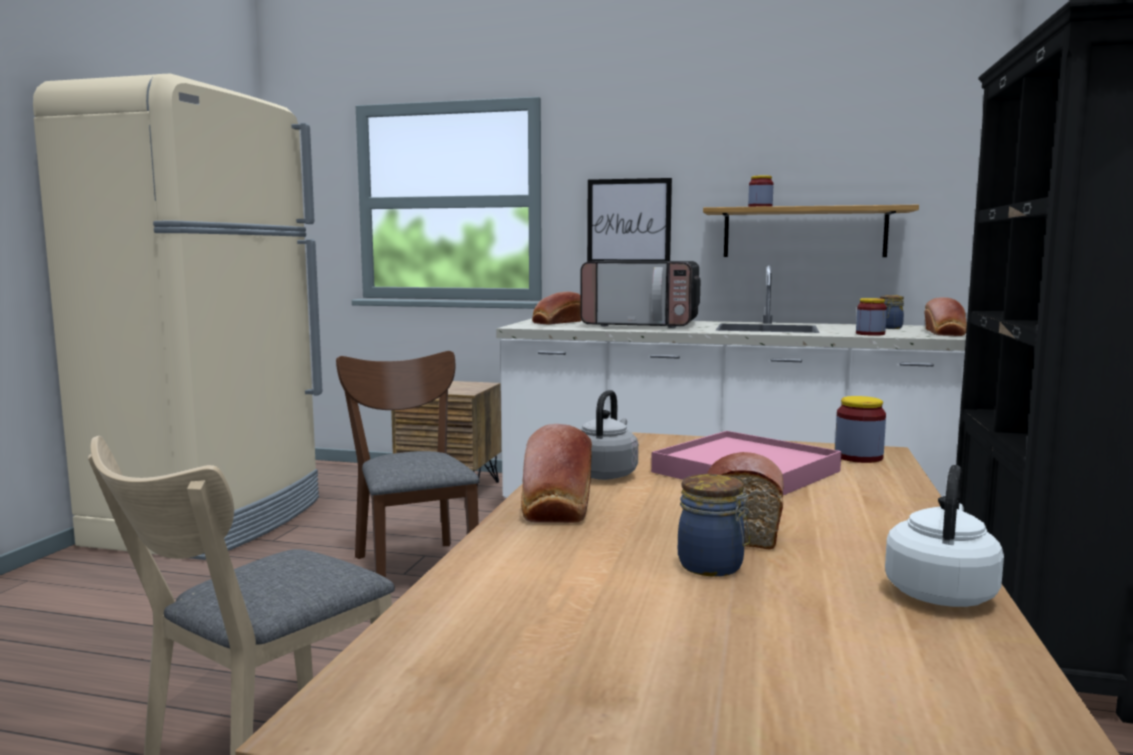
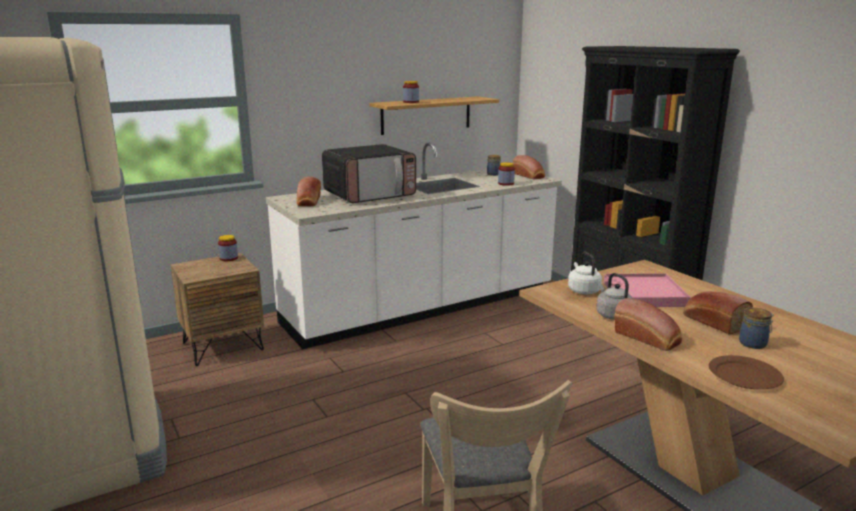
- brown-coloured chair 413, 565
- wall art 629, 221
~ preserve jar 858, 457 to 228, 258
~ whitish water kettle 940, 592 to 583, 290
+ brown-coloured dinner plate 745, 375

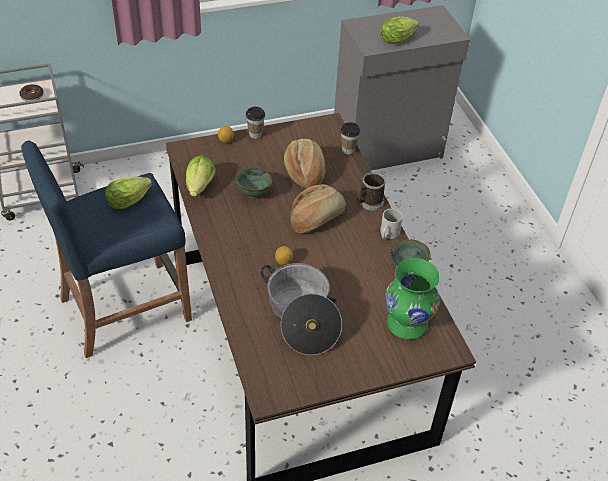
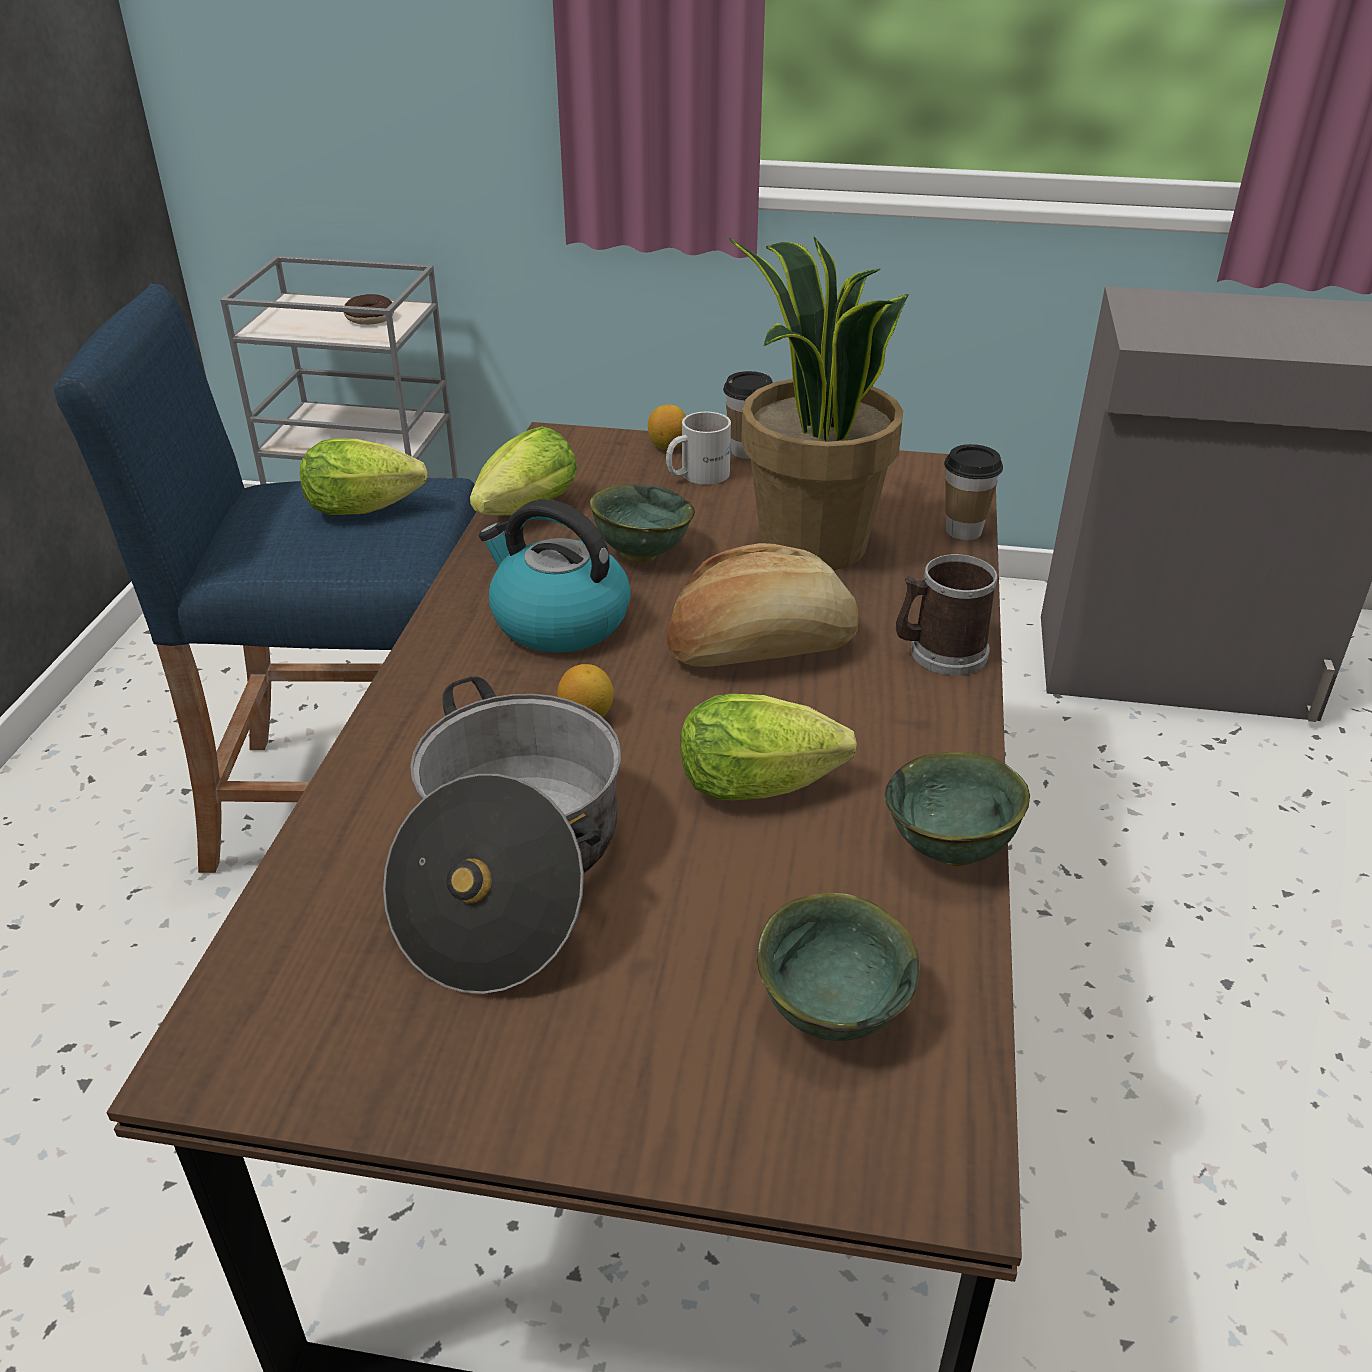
~ bakery bread 305, 172 to plant in a pot 811, 545
~ whitish tea mug 387, 233 to 696, 474
~ lettuce 398, 39 to 767, 785
~ greenish flower vase 406, 323 to greenish deep dish 833, 1011
+ water kettle 558, 621

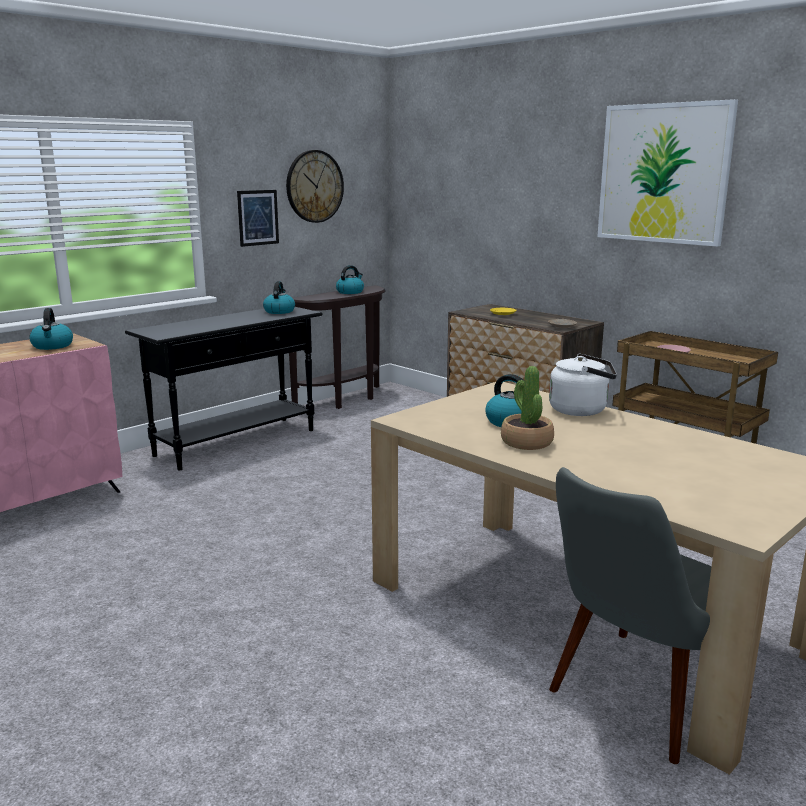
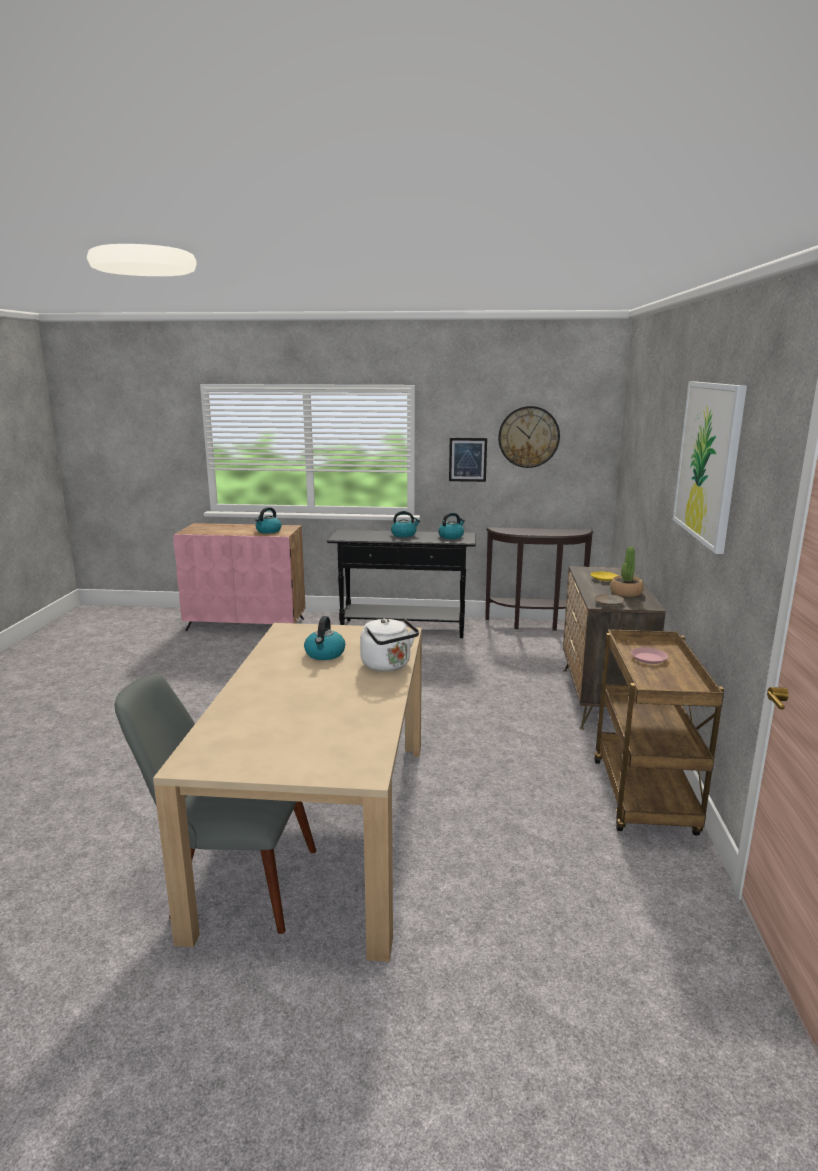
~ water kettle 350, 292 to 404, 534
~ plant in a pot 526, 442 to 626, 592

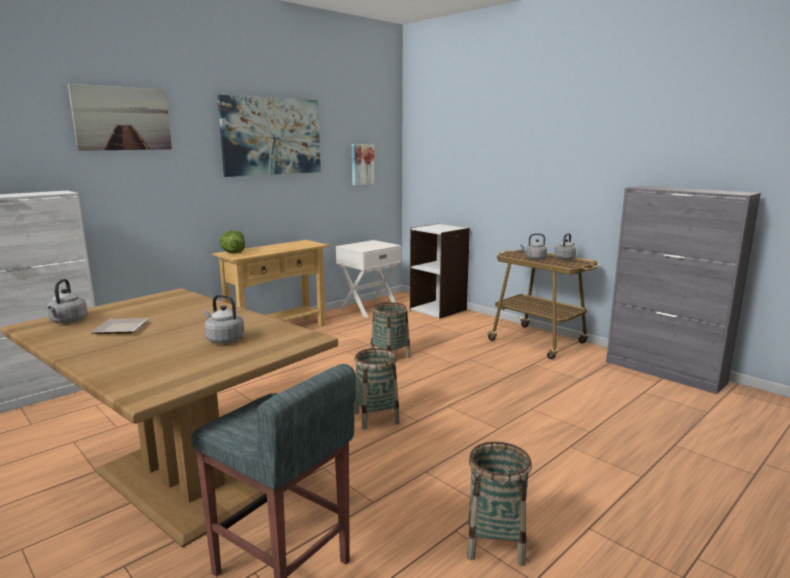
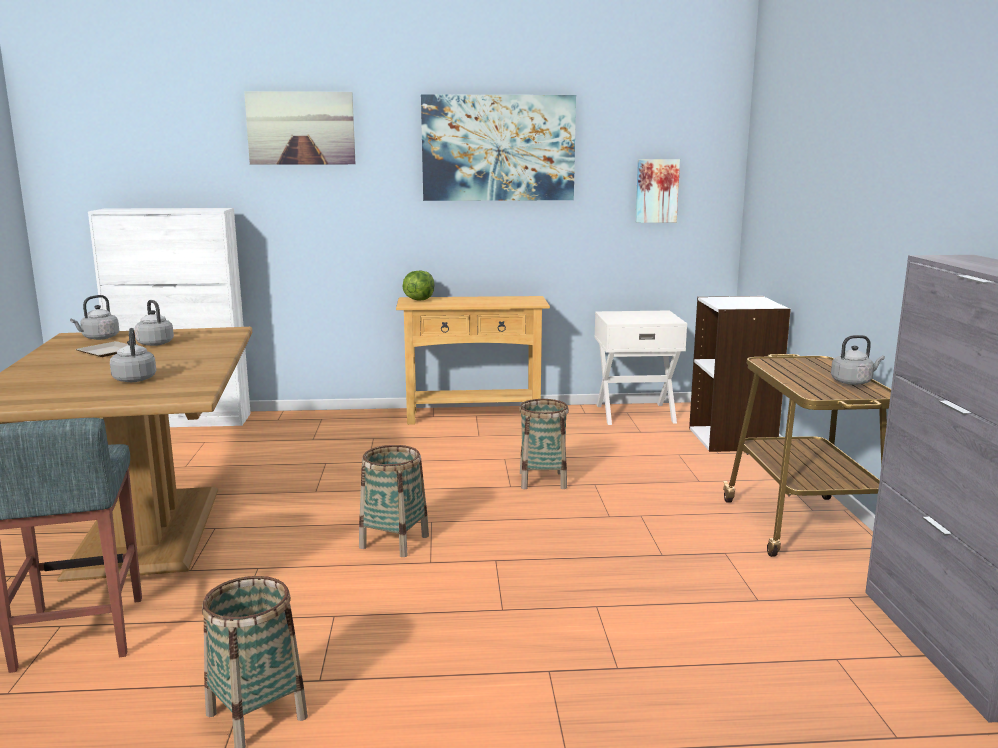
~ gray water kettle 534, 258 to 154, 343

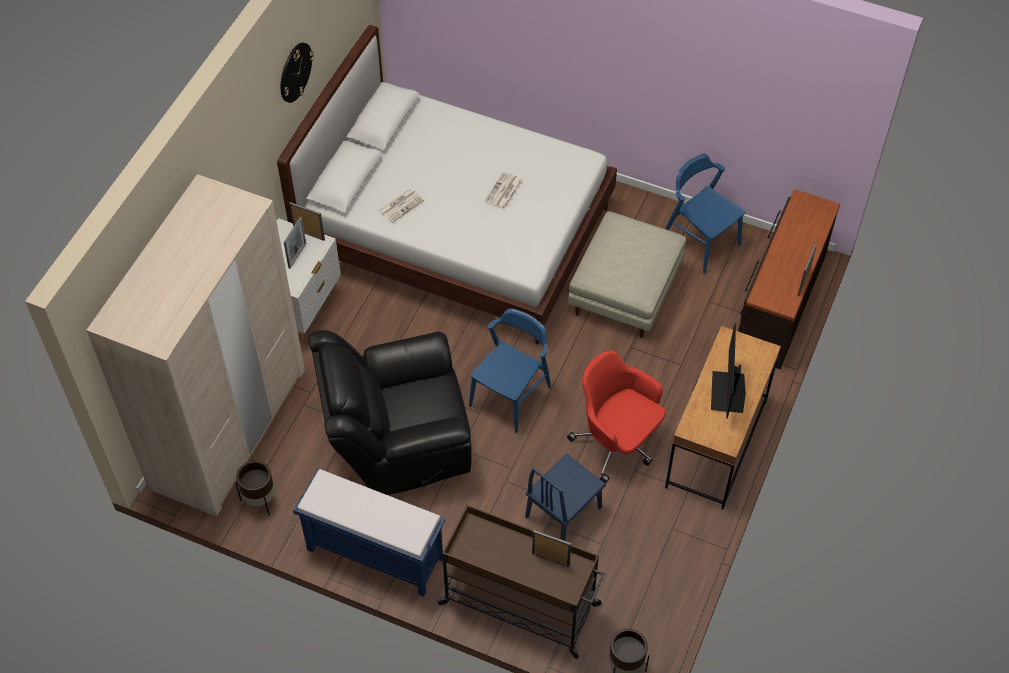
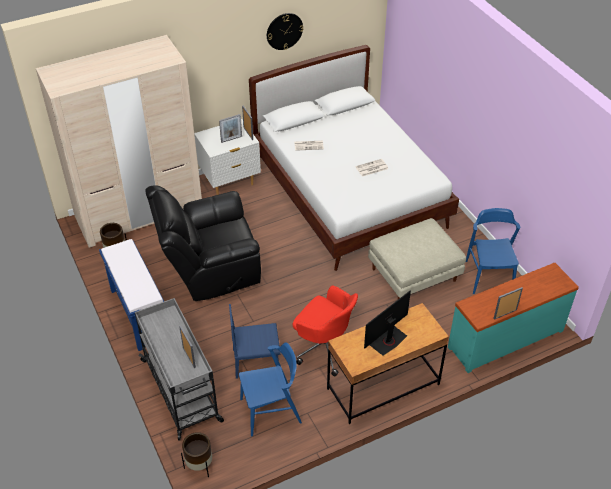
~ black-coloured lounge chair 398, 442 = 209, 270 45 degrees counterclockwise
~ brown-coloured cart 521, 605 to gray cart 181, 391
~ bluish chair 510, 396 to 271, 411
~ red-coloured desk chair 617, 443 = 325, 347 135 degrees clockwise
~ brown-coloured dresser 779, 304 to turquoise dresser 504, 338

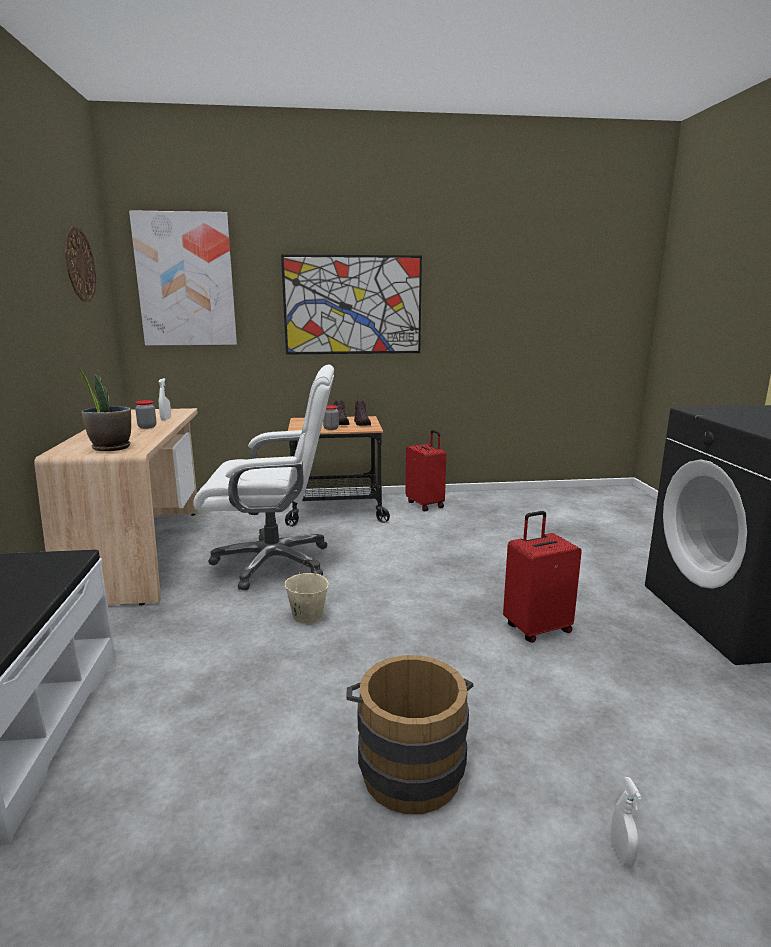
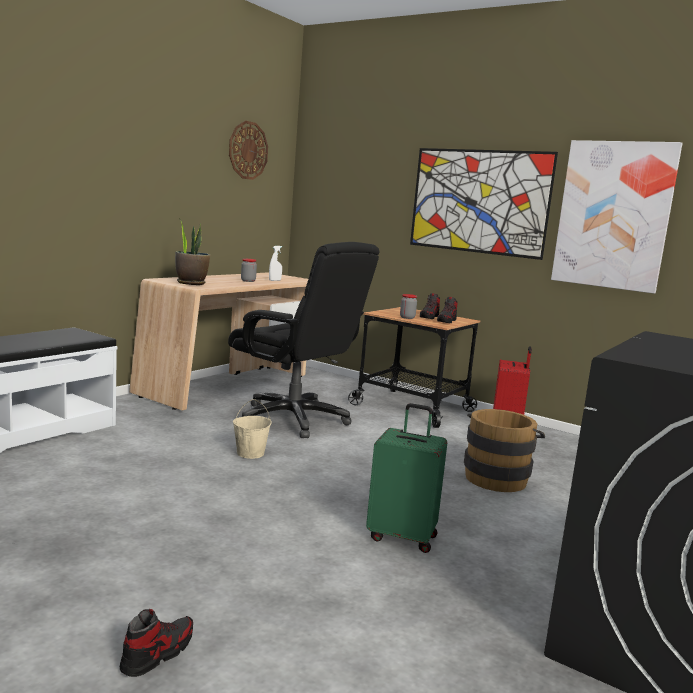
~ wall art 185, 280 to 613, 215
~ whitish desk chair 274, 562 to black-coloured desk chair 294, 419
~ brown-coloured water bucket 409, 765 to 497, 477
~ red-coloured suitcase 536, 628 to greenish suitcase 402, 537
~ whitish spray bottle 621, 855 to item of footwear 157, 653

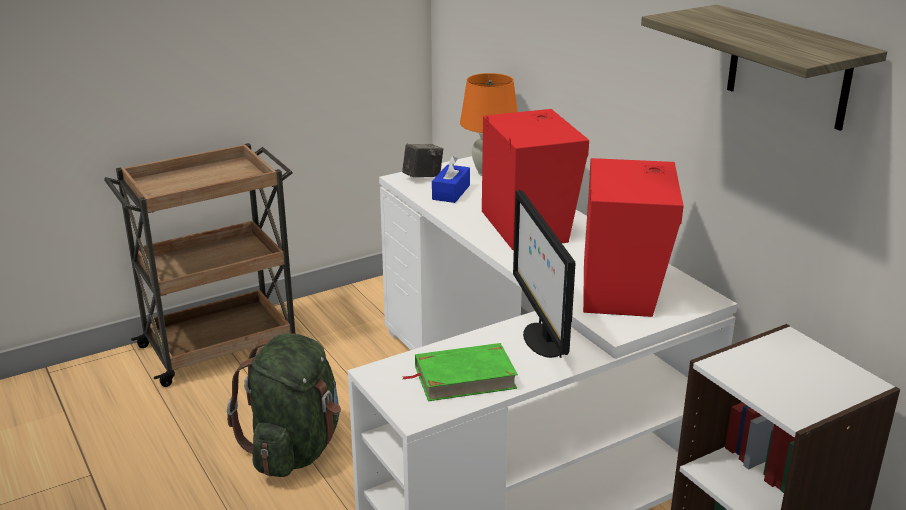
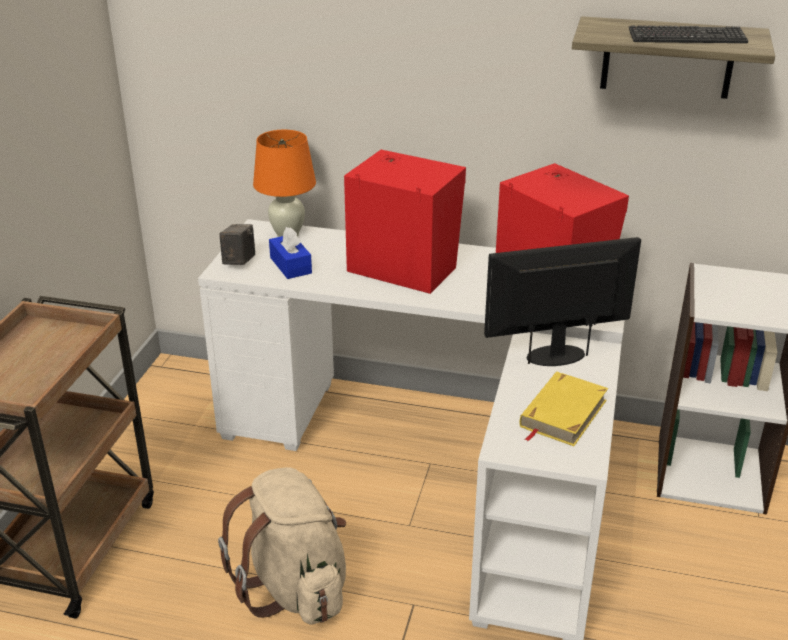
~ greenish rucksack 295, 449 to sand-coloured rucksack 294, 587
~ greenish book 464, 377 to yellowish book 562, 413
~ computer display 542, 339 = 556, 355 135 degrees clockwise
+ keyboard 686, 38

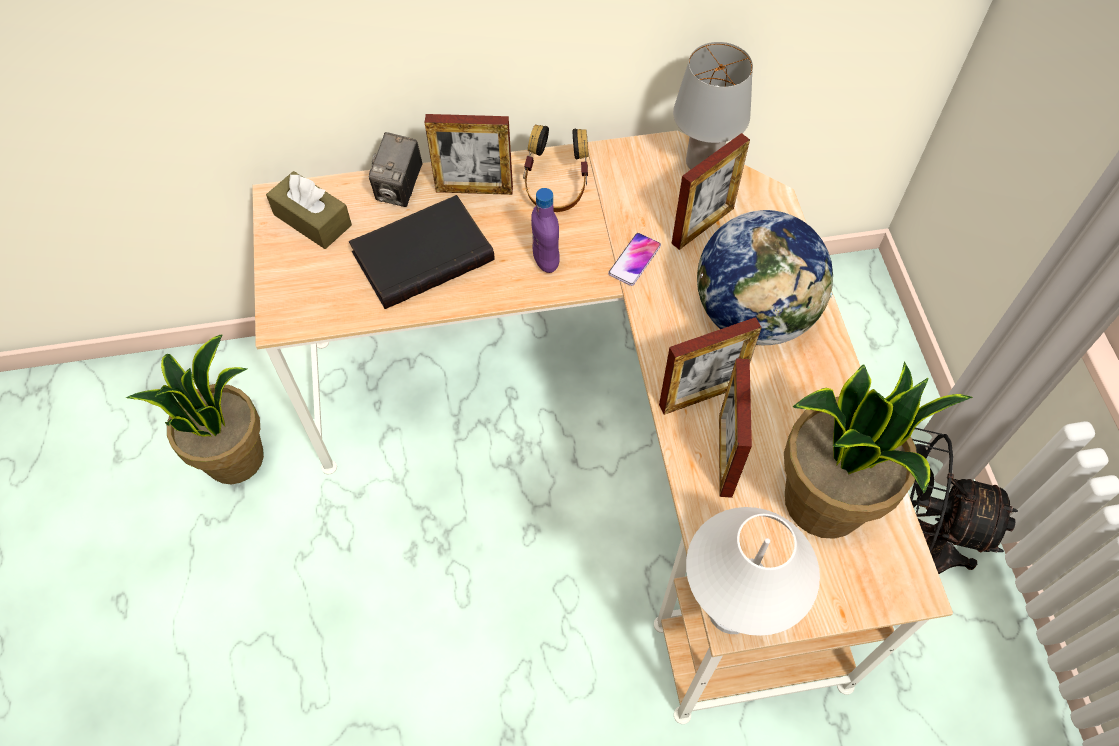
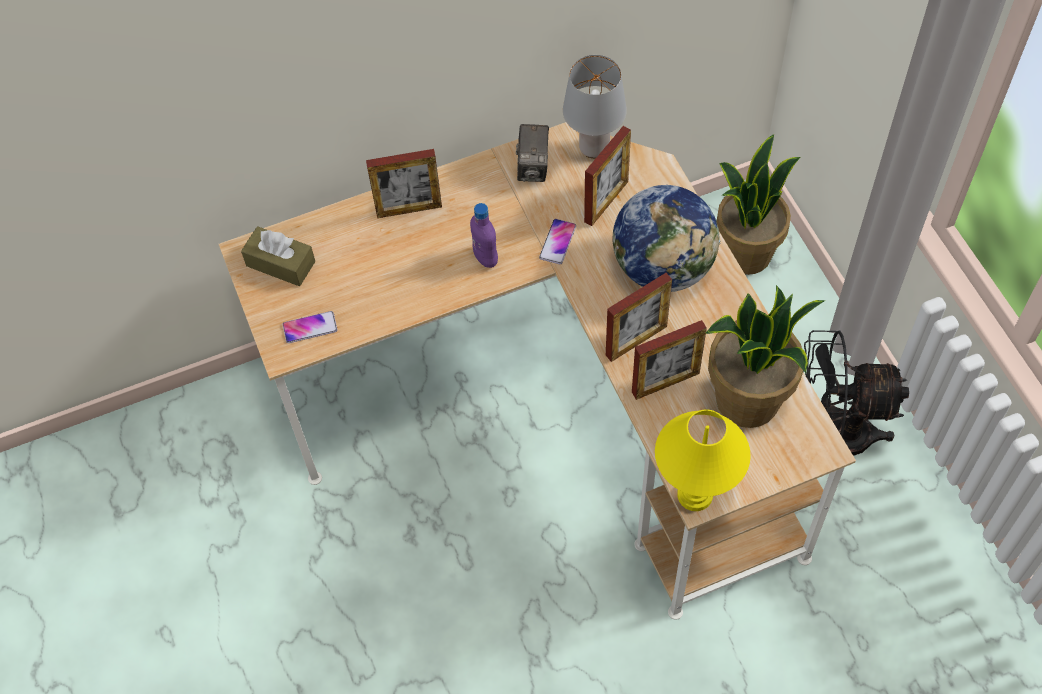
~ plant in a pot 234, 457 to 746, 253
- black-coloured book 422, 254
~ photo camera 400, 189 to 533, 167
- headset 556, 189
~ whitish tabletop lamp 732, 610 to yellowish tabletop lamp 695, 494
~ picture frame 725, 455 = 665, 383 105 degrees counterclockwise
+ handset 310, 327

